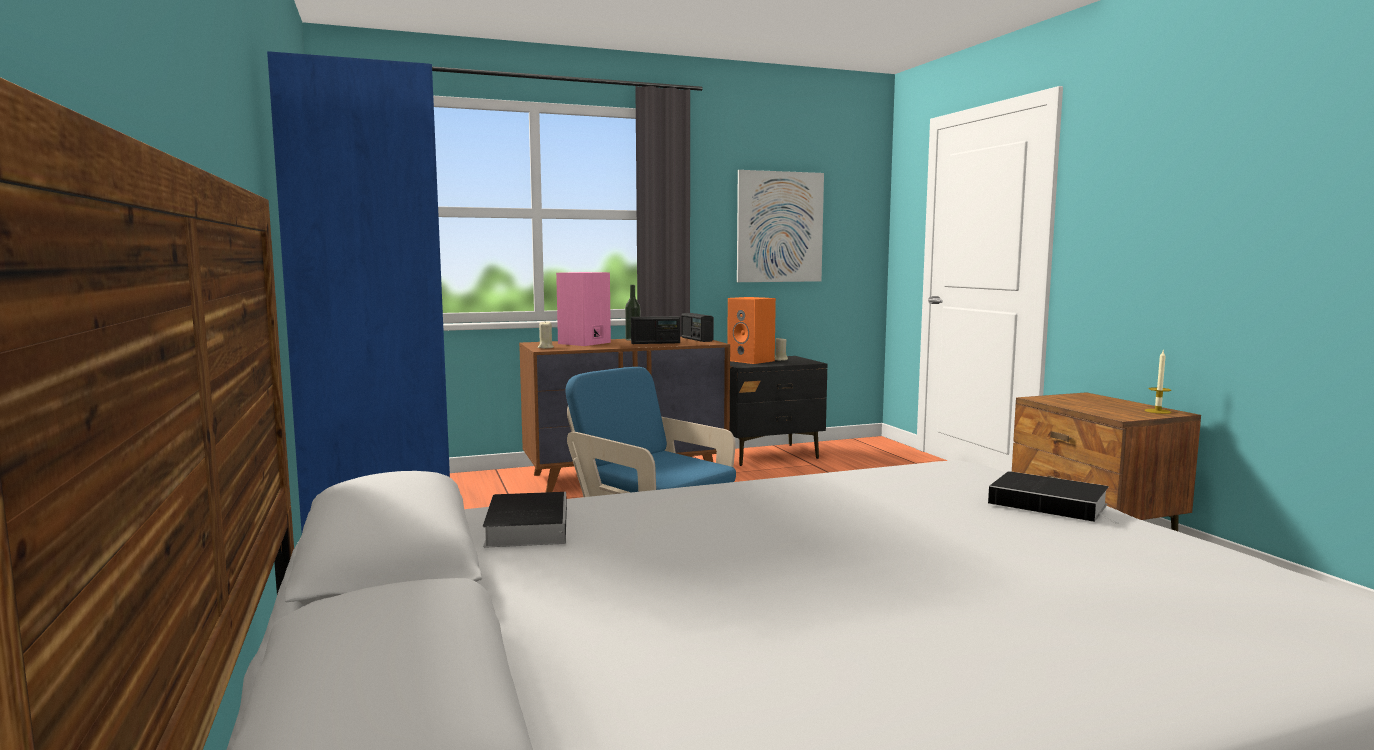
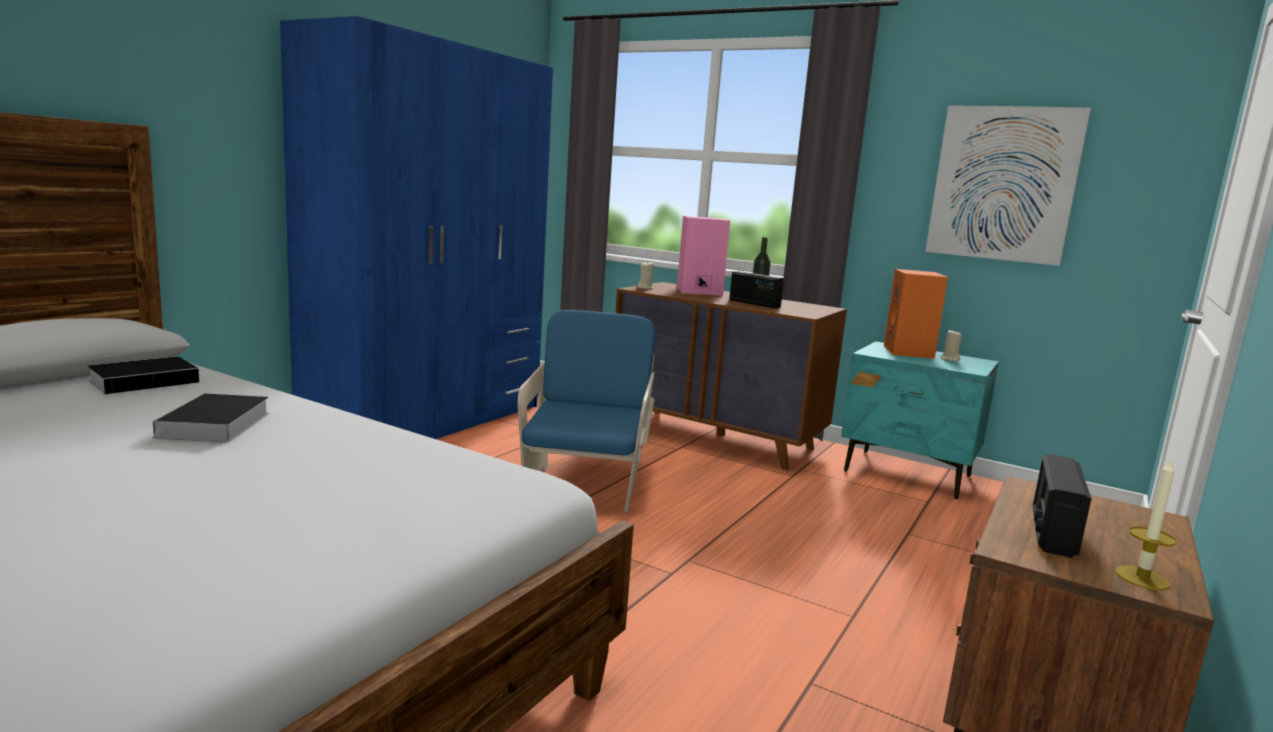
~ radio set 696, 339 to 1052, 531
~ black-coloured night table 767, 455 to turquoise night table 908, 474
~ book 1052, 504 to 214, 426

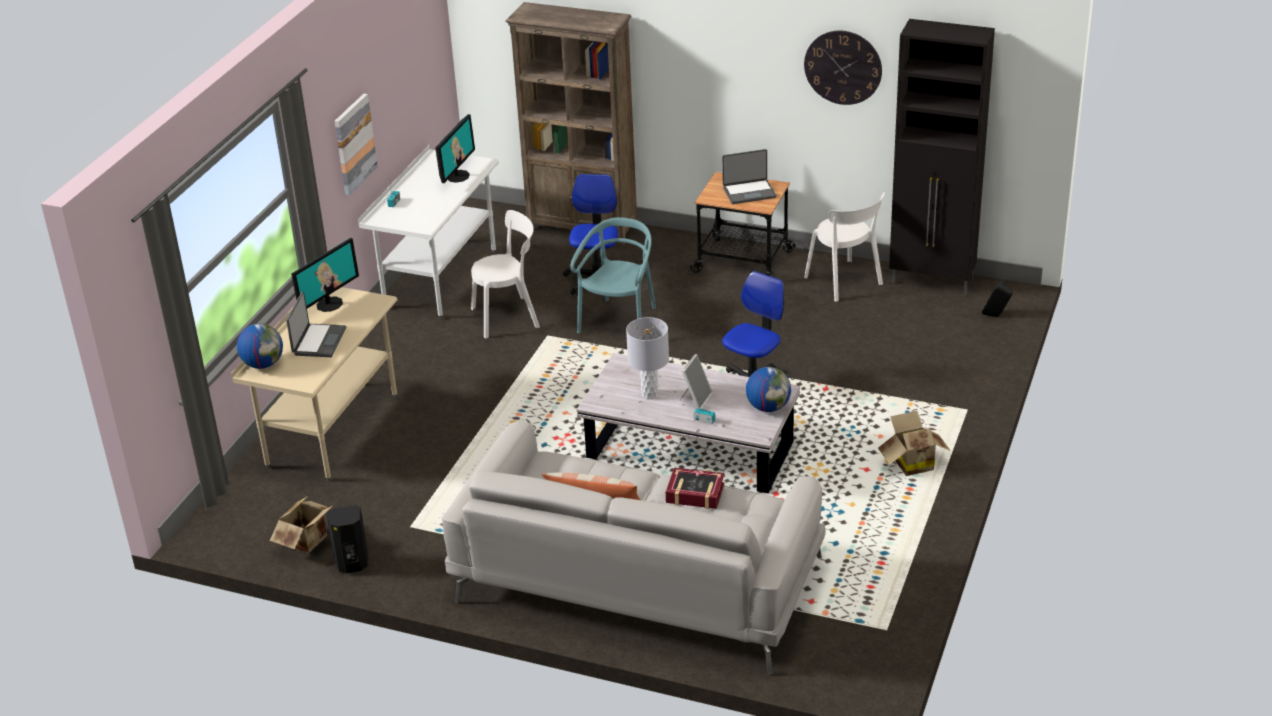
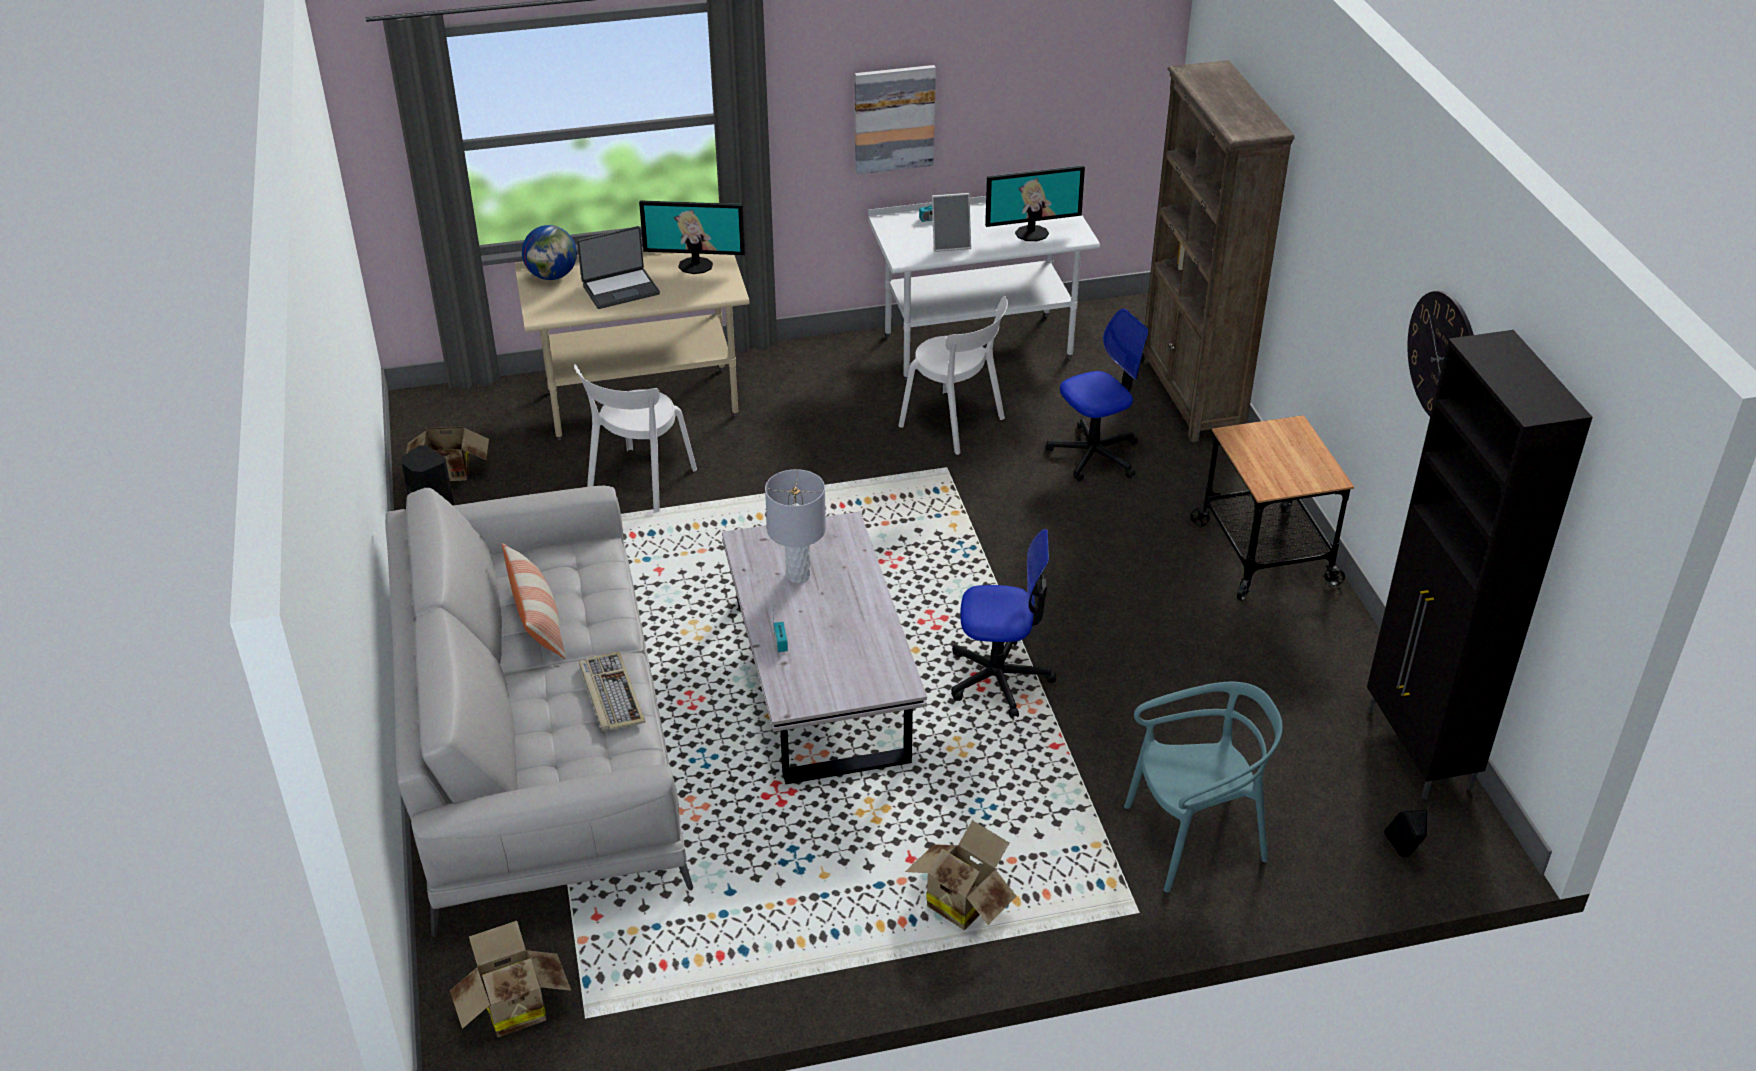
~ turquoise chair 619, 322 to 1194, 838
~ book 695, 494 to keyboard 610, 694
~ picture frame 695, 399 to 950, 244
- notebook computer 749, 192
- desk globe 768, 407
~ whitish chair 845, 282 to 639, 482
+ carton 512, 1007

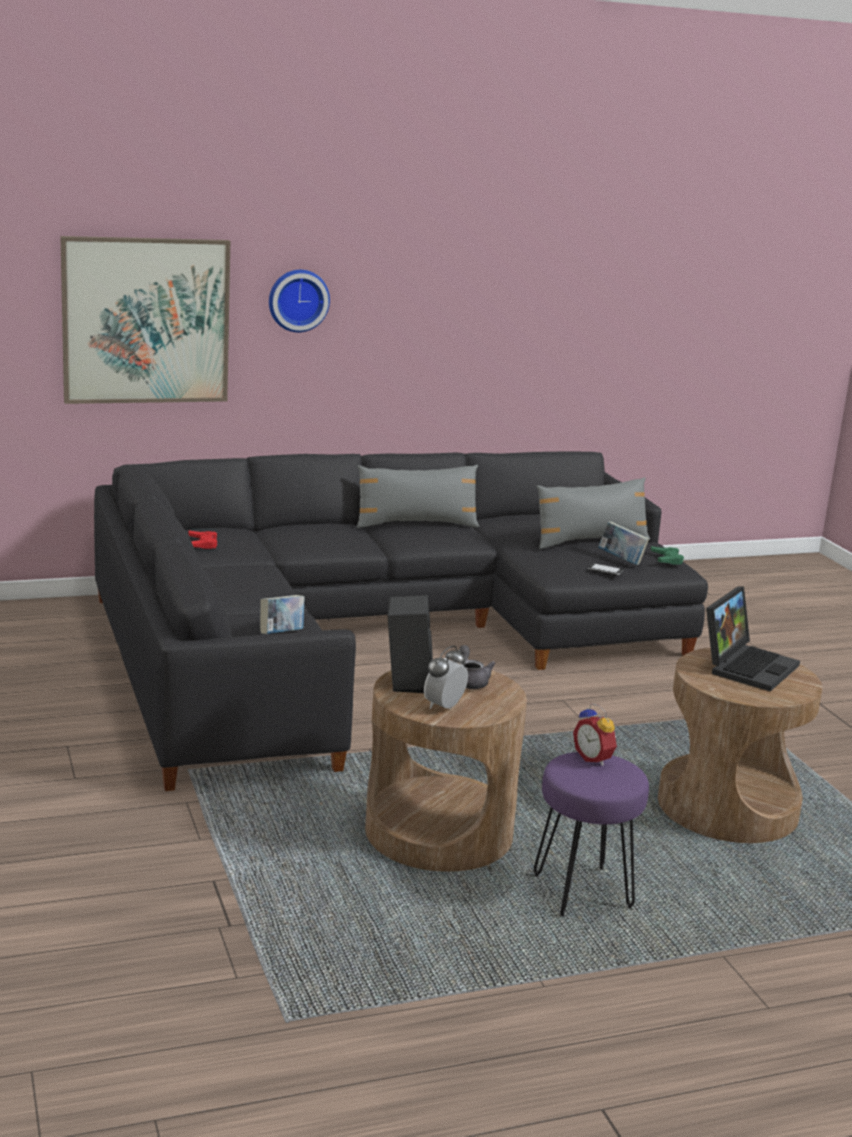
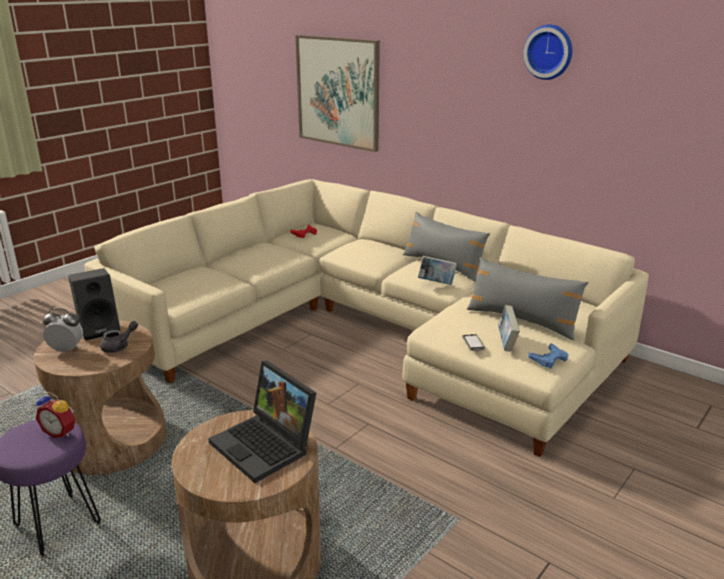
~ black-coloured sofa 369, 638 to sand-coloured sofa 370, 330
~ book 281, 634 to 436, 283
~ clock on the wall 297, 300 to 549, 52
~ bedside clock 594, 758 = 61, 432 90 degrees counterclockwise
~ greenish game controller 667, 559 to bluish game controller 549, 359
~ notebook computer 747, 666 = 266, 445 45 degrees clockwise

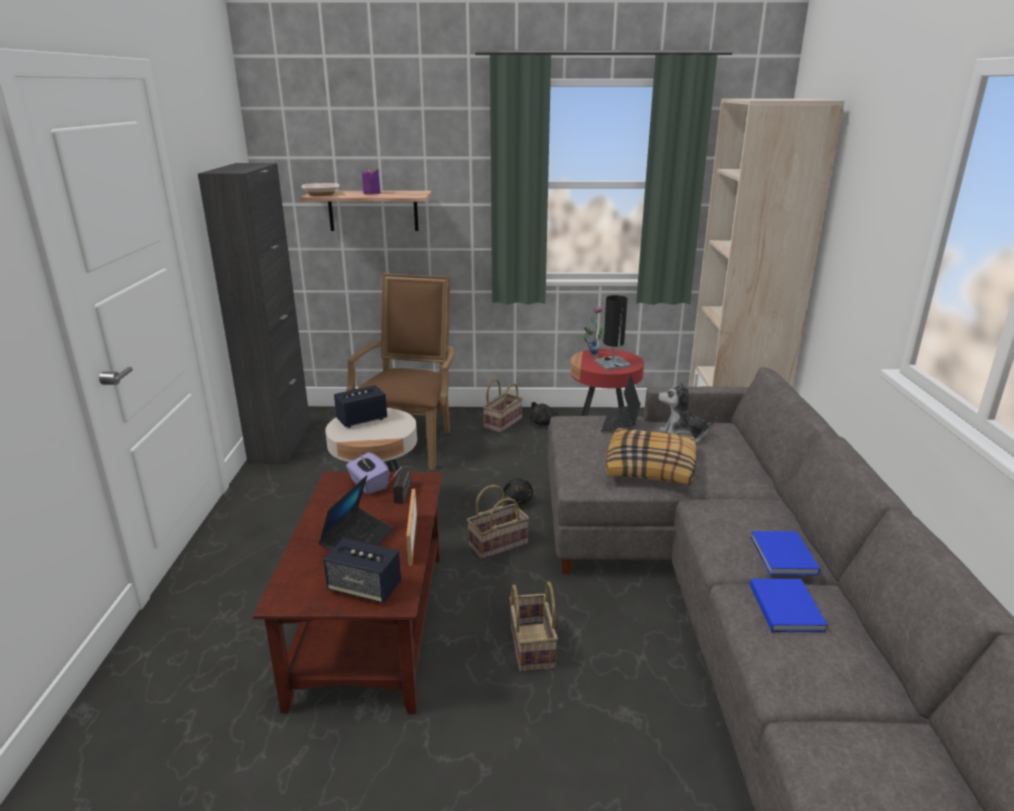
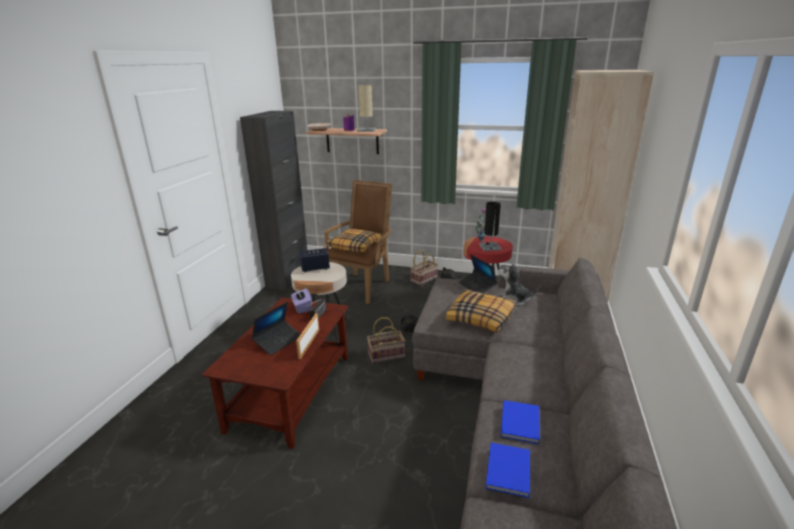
- loudspeaker 364, 588
- household basket 530, 646
~ notebook computer 620, 423 = 477, 286 60 degrees counterclockwise
~ bluish book 782, 556 to 507, 472
+ pillow 355, 246
+ sand-coloured tabletop lamp 366, 130

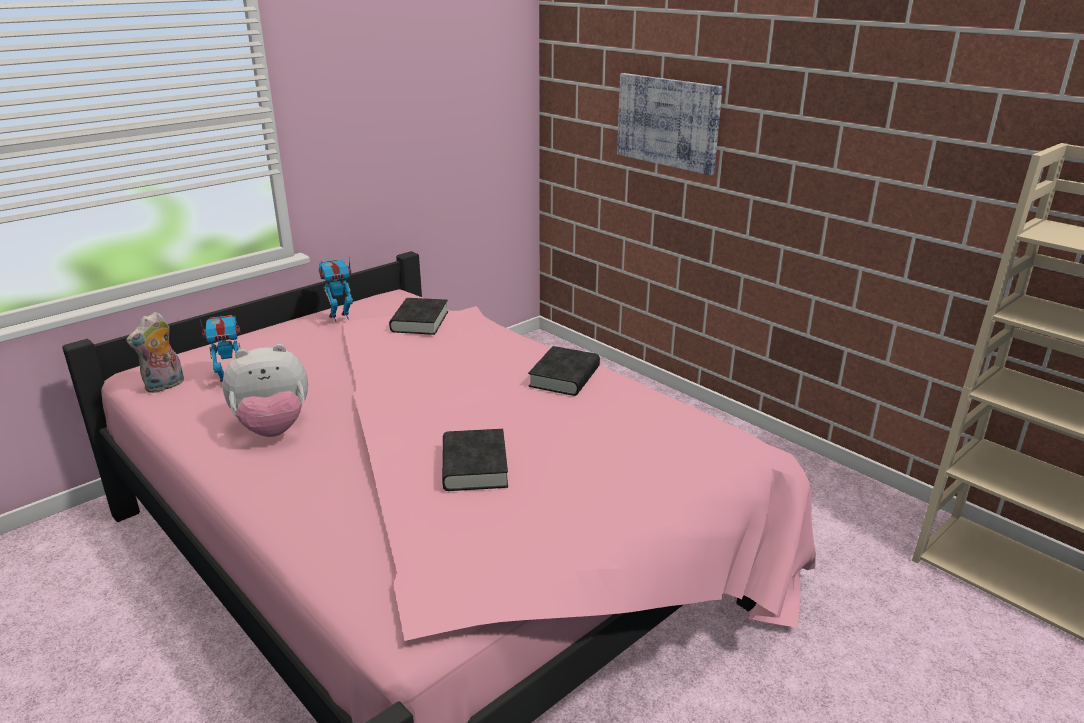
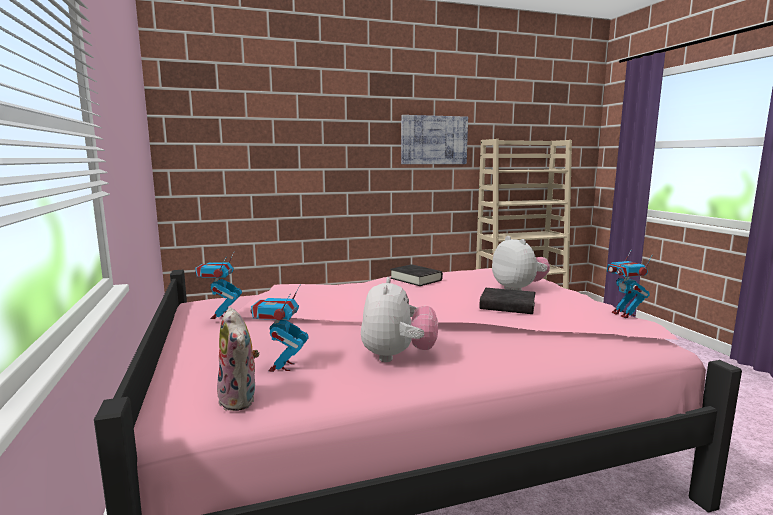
- black-coloured book 419, 321
~ wall art 668, 122 to 434, 140
+ plush toy 518, 289
+ robot figure 624, 314

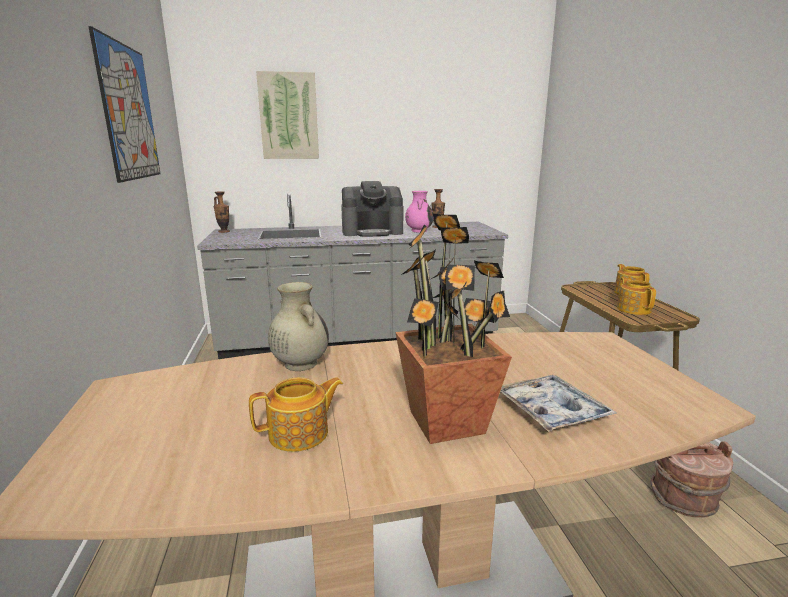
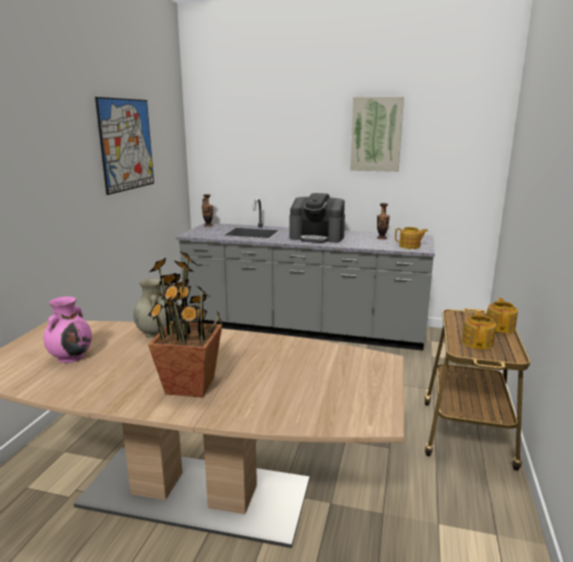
~ tea pot 300, 434 to 410, 246
~ wall art 289, 116 to 376, 134
~ pinkish flower vase 419, 231 to 71, 357
- serving tray 551, 410
- brown-coloured water bucket 683, 499

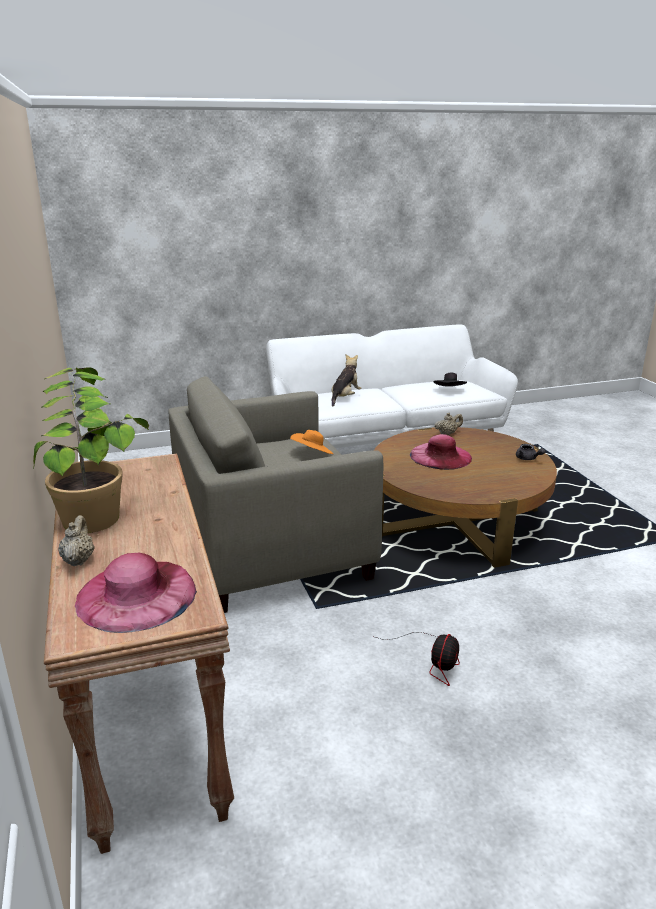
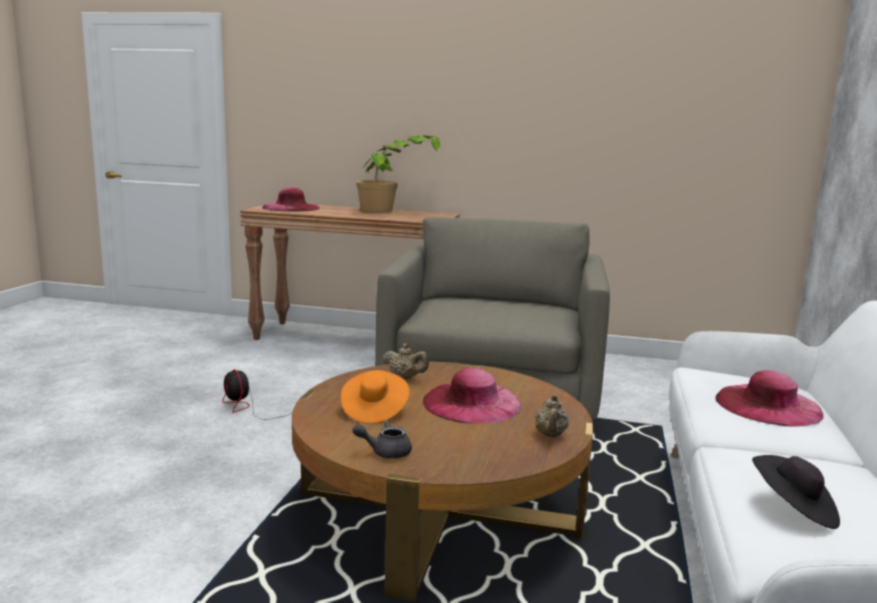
~ sand-coloured tea pot 78, 560 to 405, 378
~ orangey wearable hat 312, 454 to 374, 411
~ plush toy 345, 397 to pinkish wearable hat 768, 405

